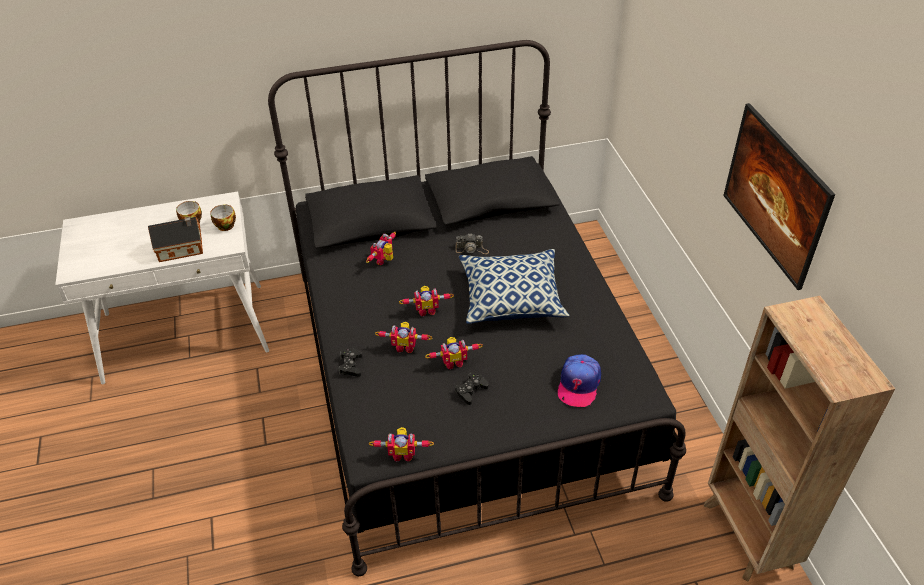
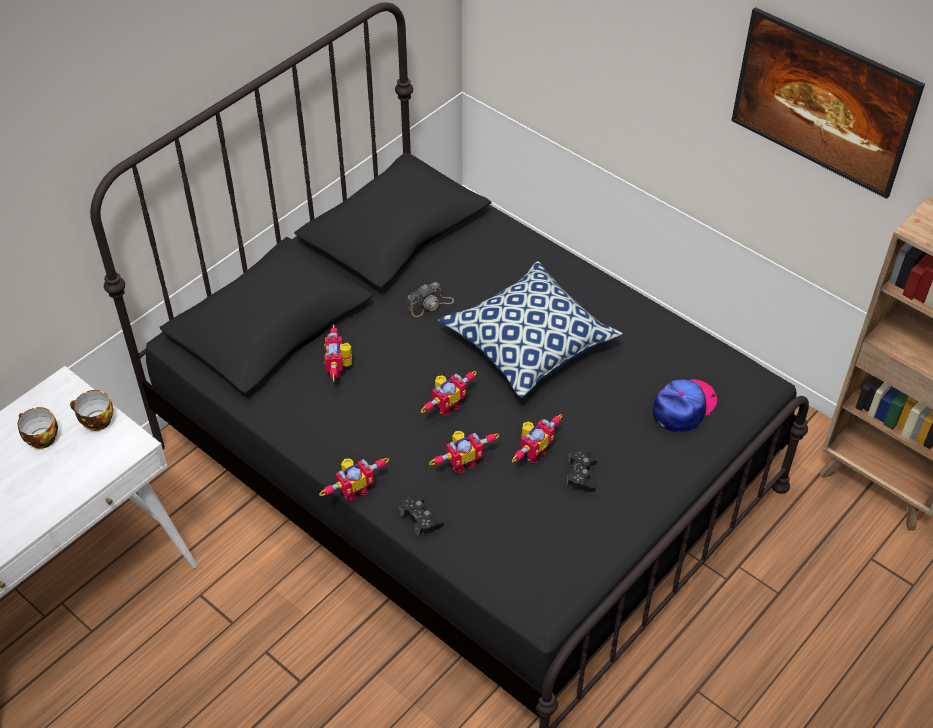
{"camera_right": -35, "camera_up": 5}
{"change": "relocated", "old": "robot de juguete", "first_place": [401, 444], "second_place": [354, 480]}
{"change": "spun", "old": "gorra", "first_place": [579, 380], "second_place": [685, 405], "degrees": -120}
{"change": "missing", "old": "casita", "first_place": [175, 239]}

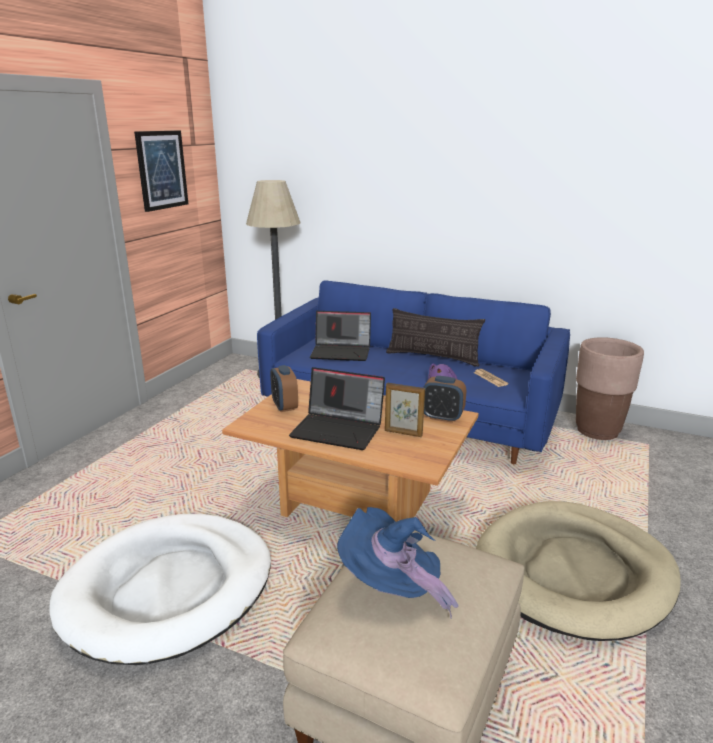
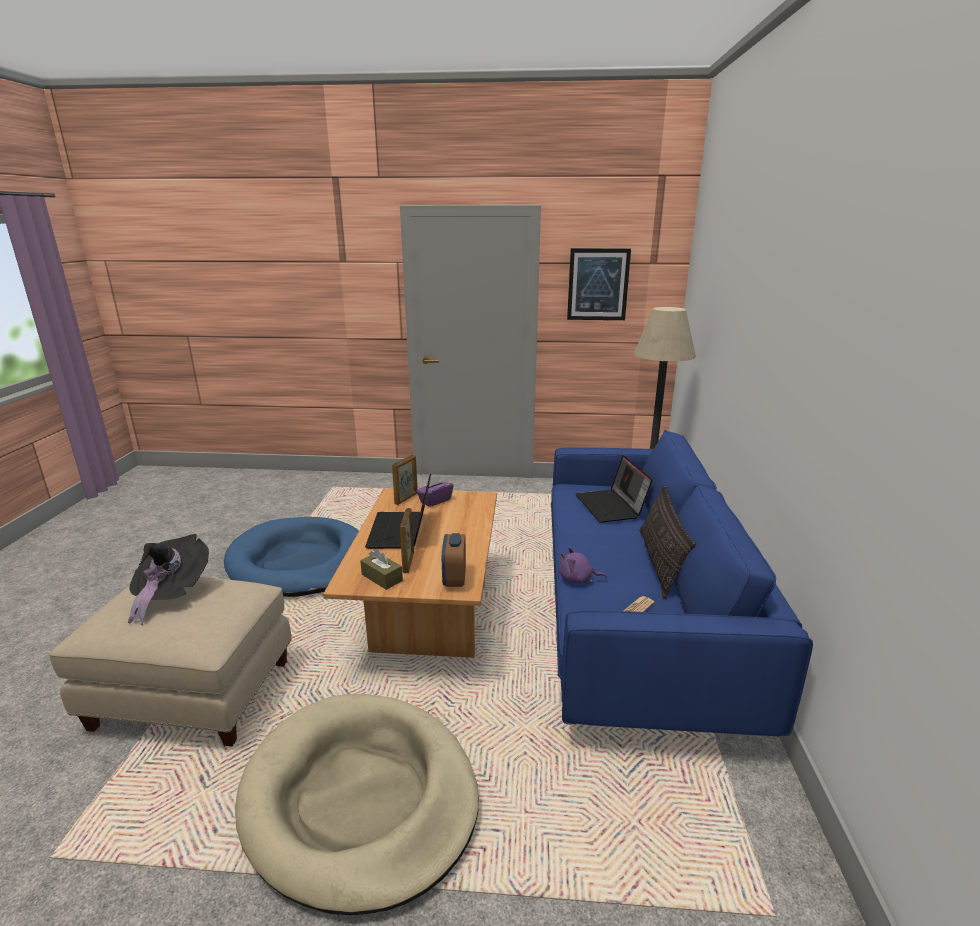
{"camera_right": 70, "camera_up": 0}
{"change": "colour", "old": "sombrero [azul]", "new": "sombrero [negro]", "first_place": [398, 563], "second_place": [168, 579]}
{"change": "colour", "old": "cama para perro [blanco]", "new": "cama para perro [azul]", "first_place": [160, 589], "second_place": [291, 557]}
{"change": "appeared", "new": "caja de pañuelos [marrón]", "second_place": [381, 569]}
{"change": "appeared", "new": "portarretratos", "second_place": [405, 479]}
{"change": "exchanged", "old": "despertador", "new": "caja de pañuelos [morado]", "first_place": [284, 388], "second_place": [435, 491]}
{"change": "missing", "old": "maceta [marrón]", "first_place": [610, 388]}

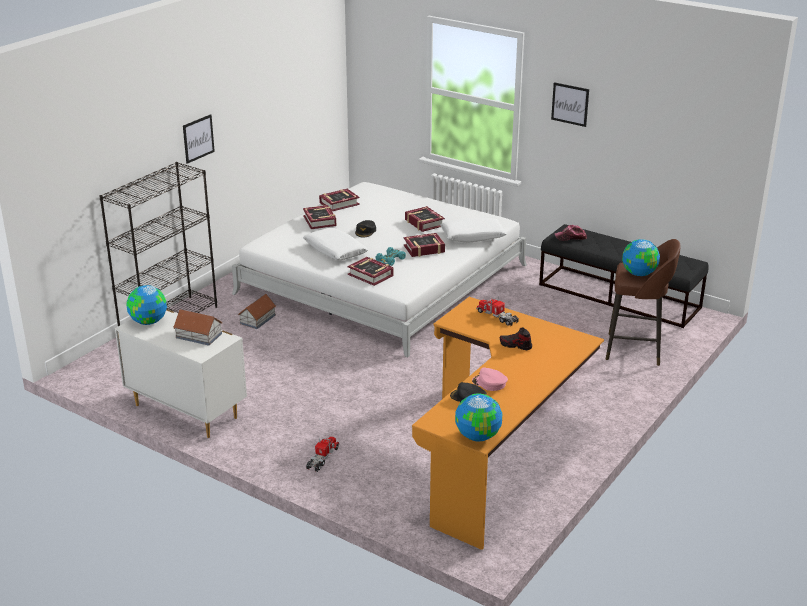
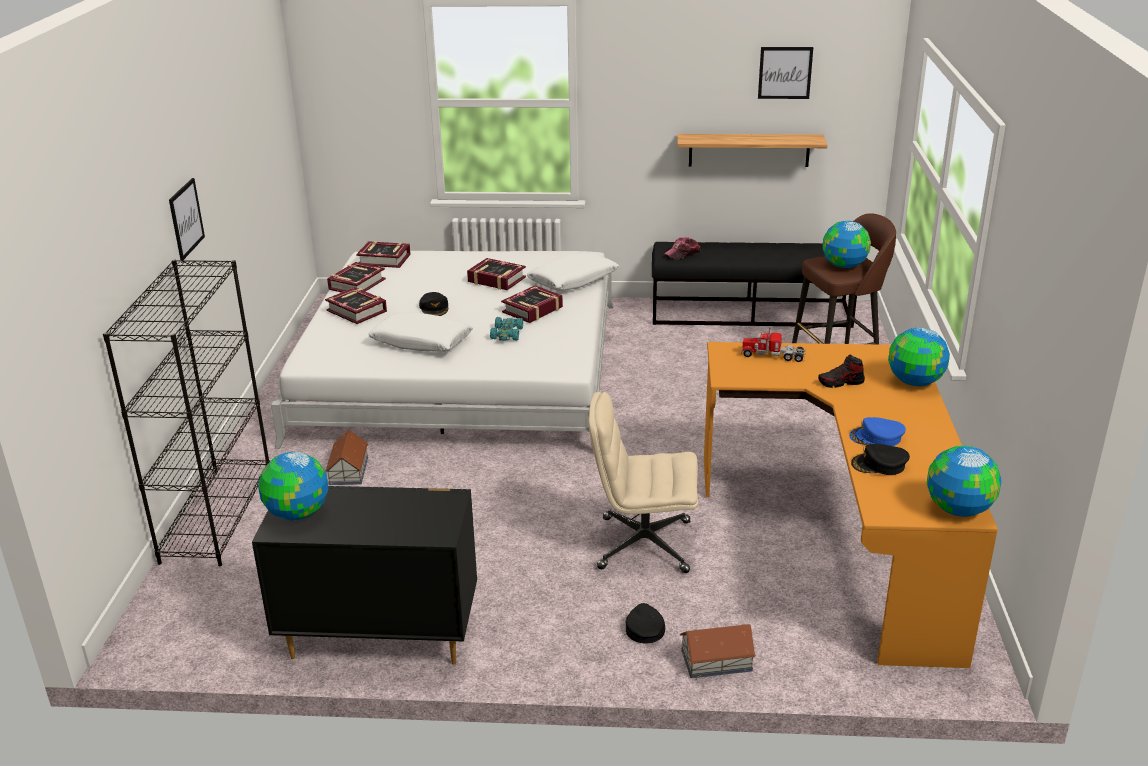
{"camera_right": -30, "camera_up": 0}
{"change": "colour", "old": "cómoda [blanco]", "new": "cómoda [negro]", "first_place": [181, 373], "second_place": [364, 575]}
{"change": "relocated", "old": "libro", "first_place": [370, 271], "second_place": [383, 254]}
{"change": "appeared", "new": "silla de oficina [beis]", "second_place": [643, 482]}
{"change": "exchanged", "old": "camión de juguete", "new": "gorra [negro]", "first_place": [322, 454], "second_place": [645, 623]}
{"change": "appeared", "new": "estante", "second_place": [752, 150]}
{"change": "relocated", "old": "casita", "first_place": [197, 327], "second_place": [718, 651]}
{"change": "relocated", "old": "cuadro", "first_place": [570, 104], "second_place": [785, 73]}
{"change": "colour", "old": "gorra [rosa]", "new": "gorra [azul]", "first_place": [490, 379], "second_place": [877, 431]}
{"change": "appeared", "new": "globo terráqueo", "second_place": [919, 357]}

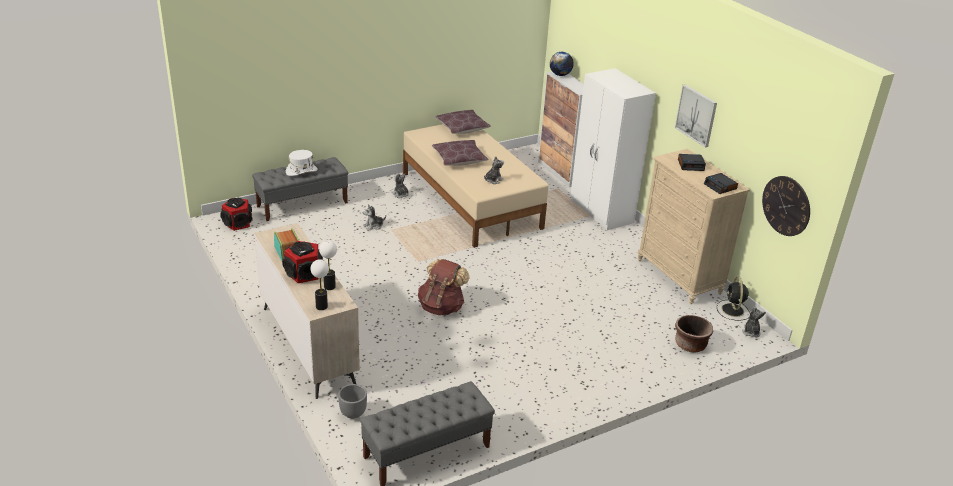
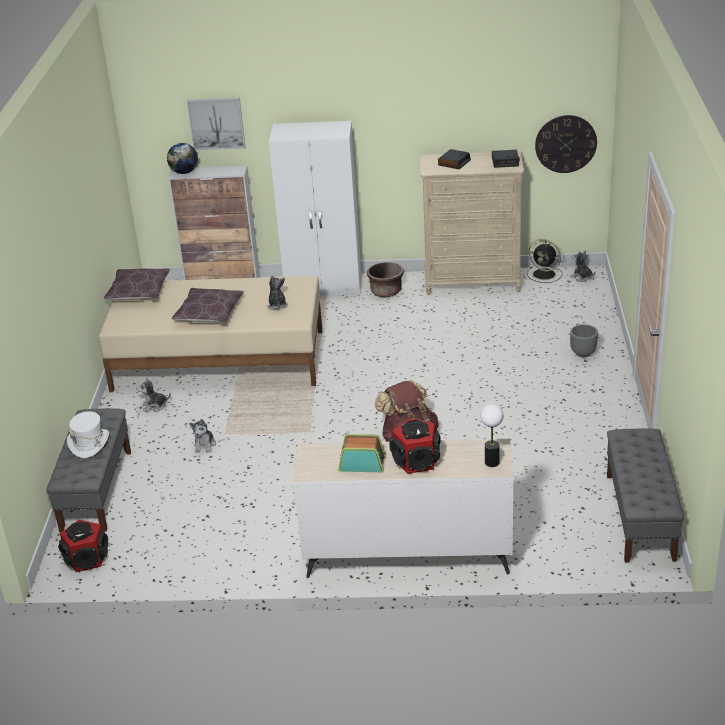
{"camera_right": -55, "camera_up": 0}
{"change": "relocated", "old": "cuadro", "first_place": [696, 116], "second_place": [216, 124]}
{"change": "relocated", "old": "maceta [marrón]", "first_place": [694, 334], "second_place": [385, 279]}
{"change": "relocated", "old": "maceta [gris]", "first_place": [352, 401], "second_place": [584, 340]}
{"change": "missing", "old": "lámpara de mesa", "first_place": [328, 265]}

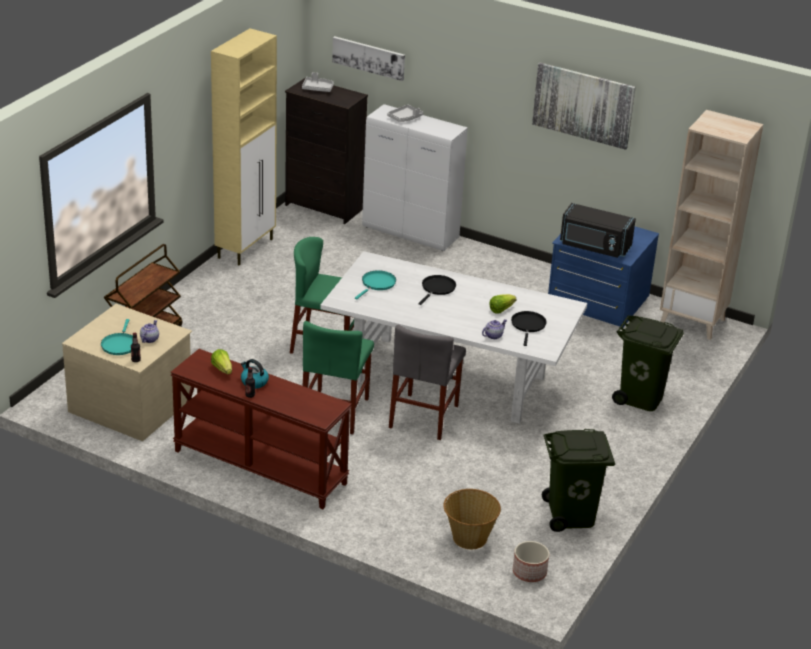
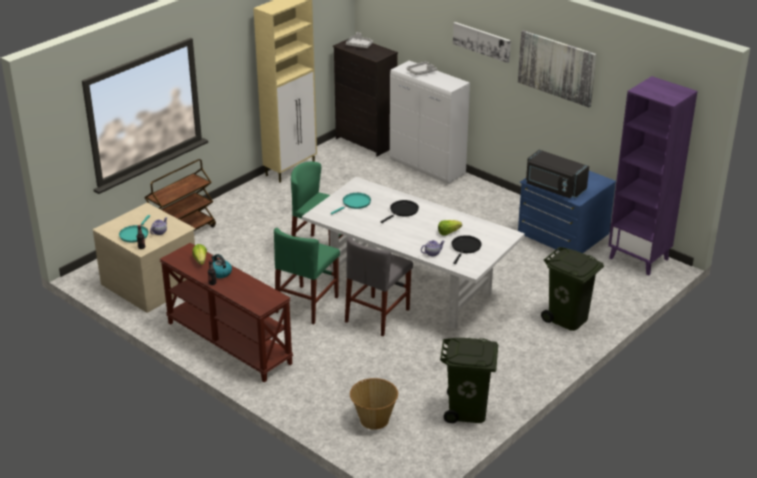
{"camera_right": 15, "camera_up": 0}
{"change": "relocated", "old": "cuadro", "first_place": [368, 58], "second_place": [482, 42]}
{"change": "colour", "old": "estantería [beis]", "new": "estantería [morado]", "first_place": [711, 225], "second_place": [653, 175]}
{"change": "missing", "old": "maceta", "first_place": [531, 561]}

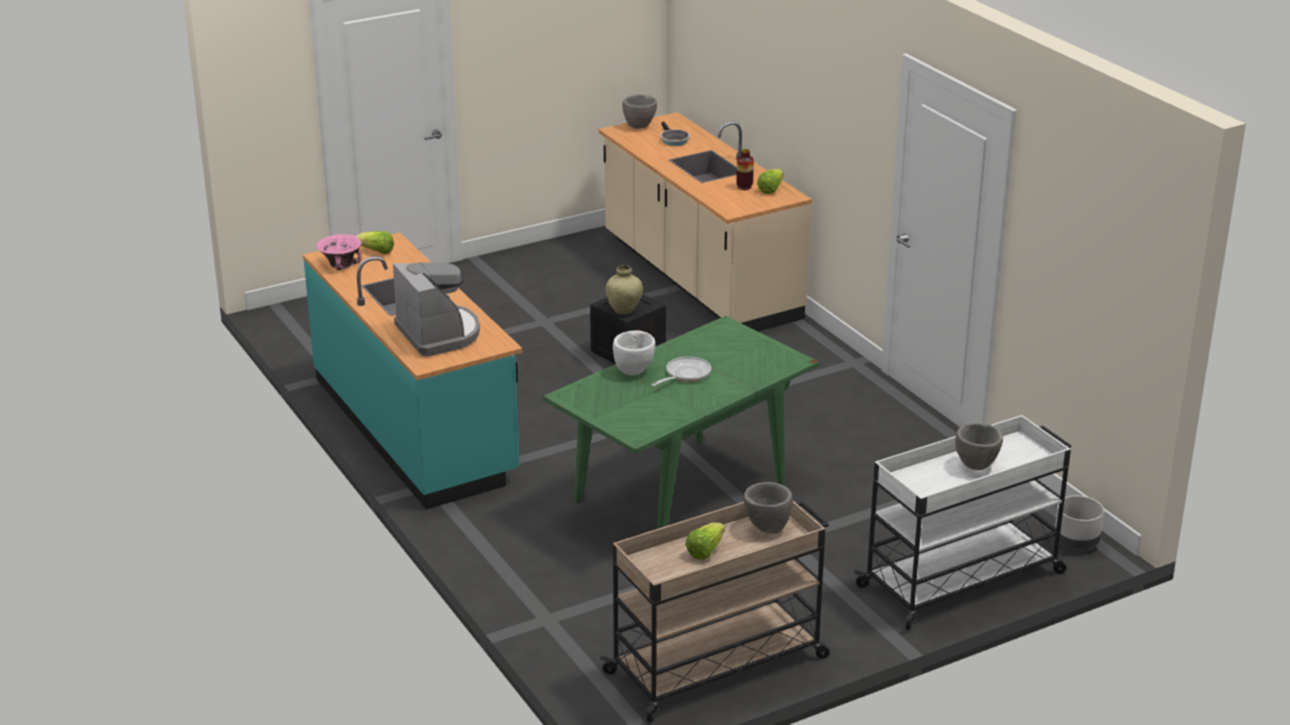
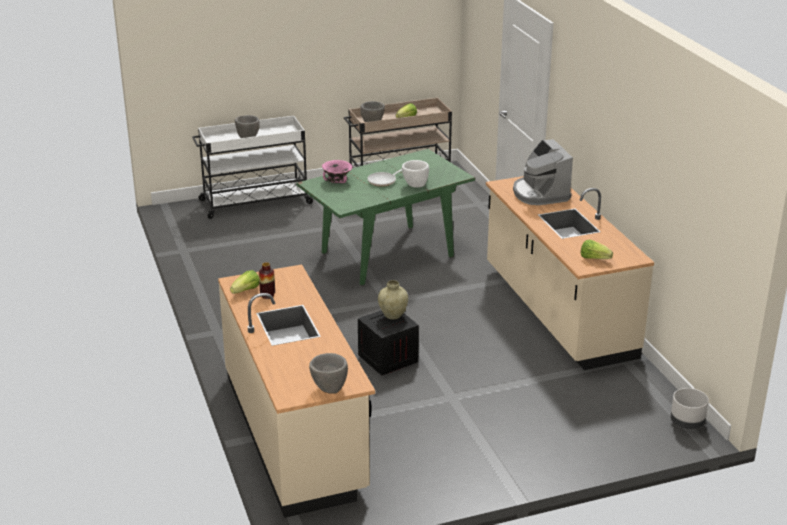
{"camera_right": -170, "camera_up": 0}
{"change": "relocated", "old": "cuenco [rosa]", "first_place": [339, 252], "second_place": [337, 171]}
{"change": "colour", "old": "mueble bajo de cocina [turquesa]", "new": "mueble bajo de cocina [beis]", "first_place": [413, 370], "second_place": [570, 273]}
{"change": "relocated", "old": "maceta [gris]", "first_place": [1079, 522], "second_place": [689, 408]}
{"change": "missing", "old": "sartén", "first_place": [675, 134]}

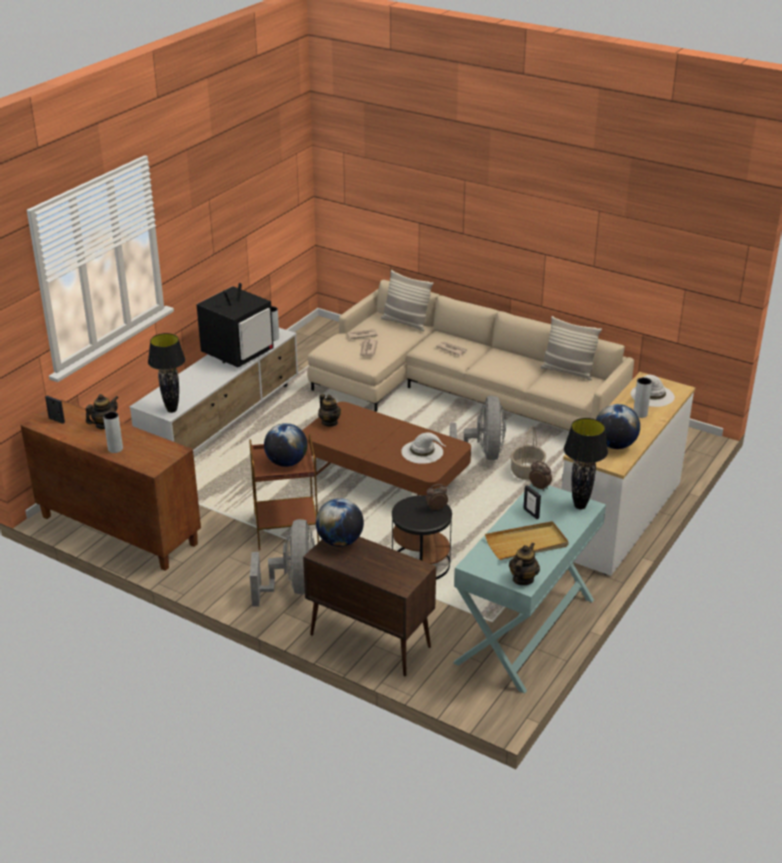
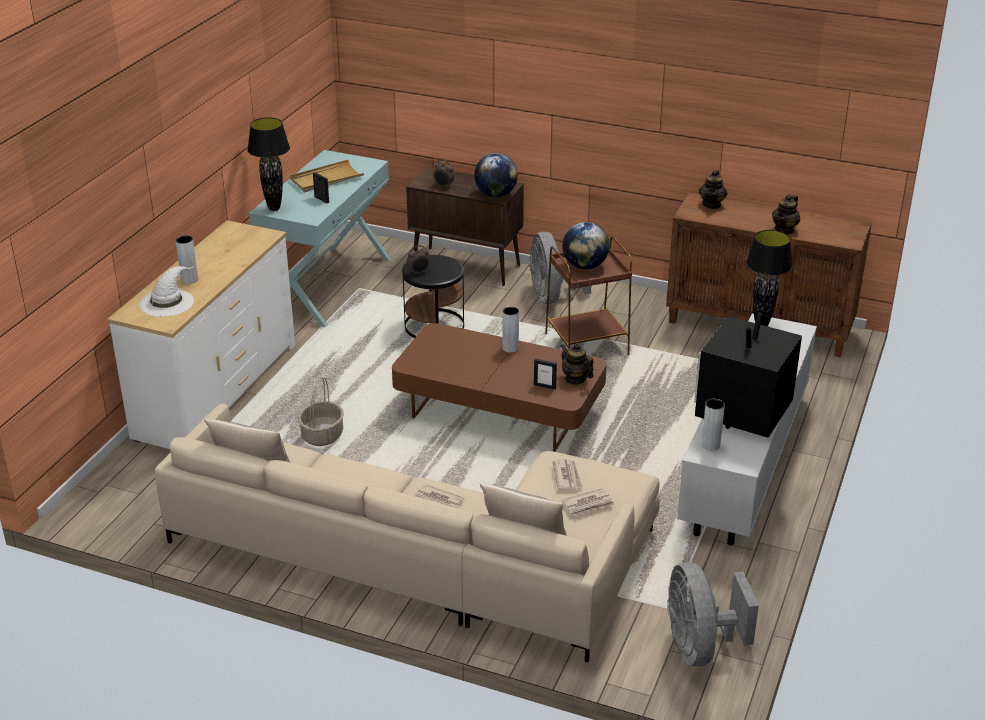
{"camera_right": 170, "camera_up": 0}
{"change": "relocated", "old": "despertador", "first_place": [540, 476], "second_place": [443, 174]}
{"change": "relocated", "old": "florero [gris]", "first_place": [113, 432], "second_place": [510, 330]}
{"change": "relocated", "old": "portarretratos", "first_place": [55, 410], "second_place": [545, 374]}
{"change": "relocated", "old": "ventilador [gris]", "first_place": [478, 428], "second_place": [713, 614]}
{"change": "relocated", "old": "tetera", "first_place": [524, 564], "second_place": [713, 189]}
{"change": "missing", "old": "sombrero [blanco]", "first_place": [423, 448]}
{"change": "missing", "old": "globo terráqueo", "first_place": [618, 426]}

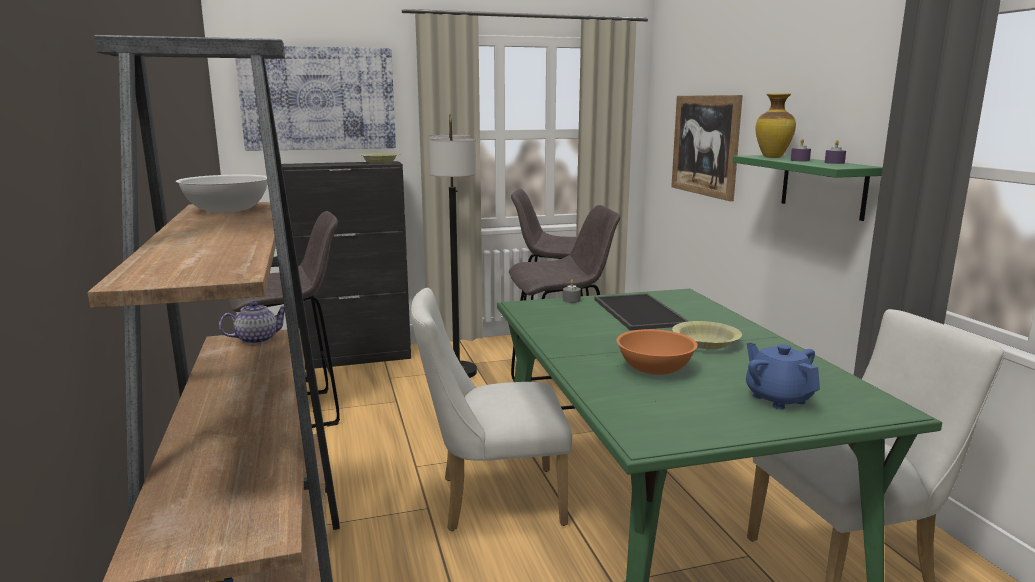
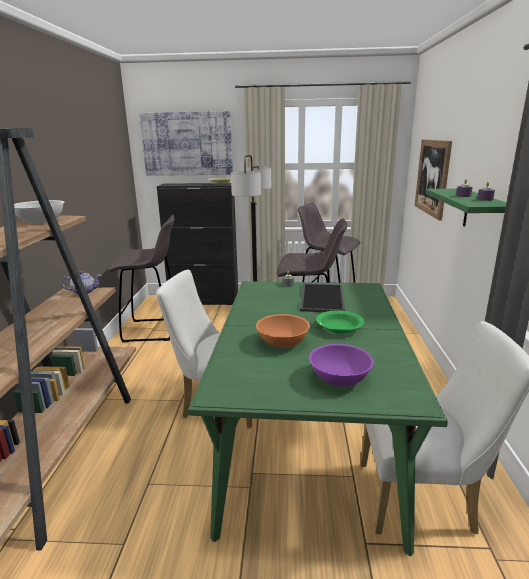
{"camera_right": 20, "camera_up": 5}
{"change": "exchanged", "old": "tetera [azul]", "new": "cuenco [morado]", "first_place": [783, 375], "second_place": [341, 365]}
{"change": "colour", "old": "cuenco [amarillo]", "new": "cuenco [verde]", "first_place": [707, 335], "second_place": [340, 322]}
{"change": "missing", "old": "florero", "first_place": [775, 126]}

